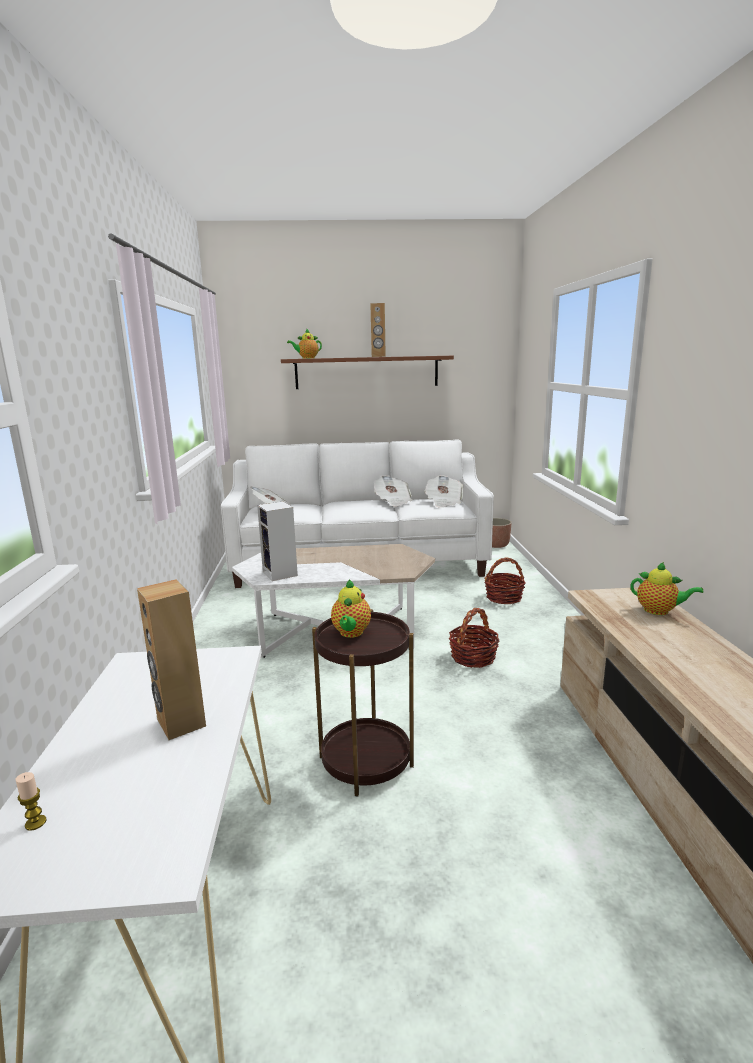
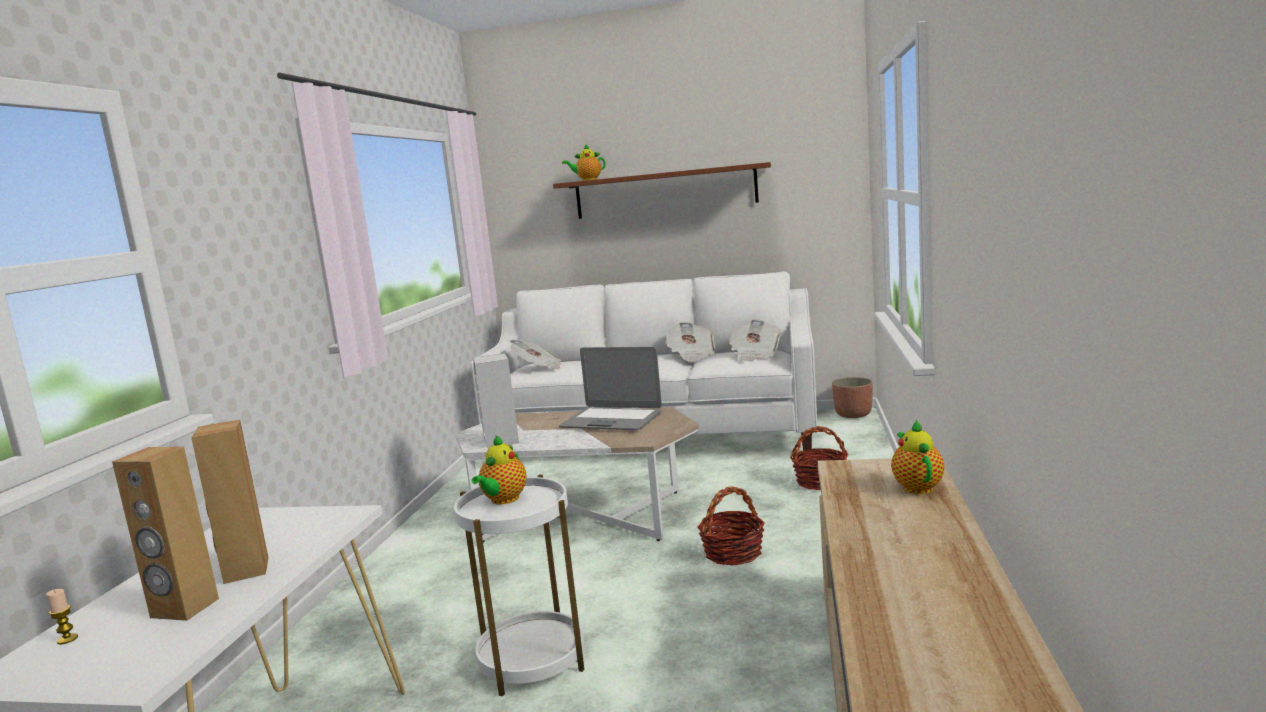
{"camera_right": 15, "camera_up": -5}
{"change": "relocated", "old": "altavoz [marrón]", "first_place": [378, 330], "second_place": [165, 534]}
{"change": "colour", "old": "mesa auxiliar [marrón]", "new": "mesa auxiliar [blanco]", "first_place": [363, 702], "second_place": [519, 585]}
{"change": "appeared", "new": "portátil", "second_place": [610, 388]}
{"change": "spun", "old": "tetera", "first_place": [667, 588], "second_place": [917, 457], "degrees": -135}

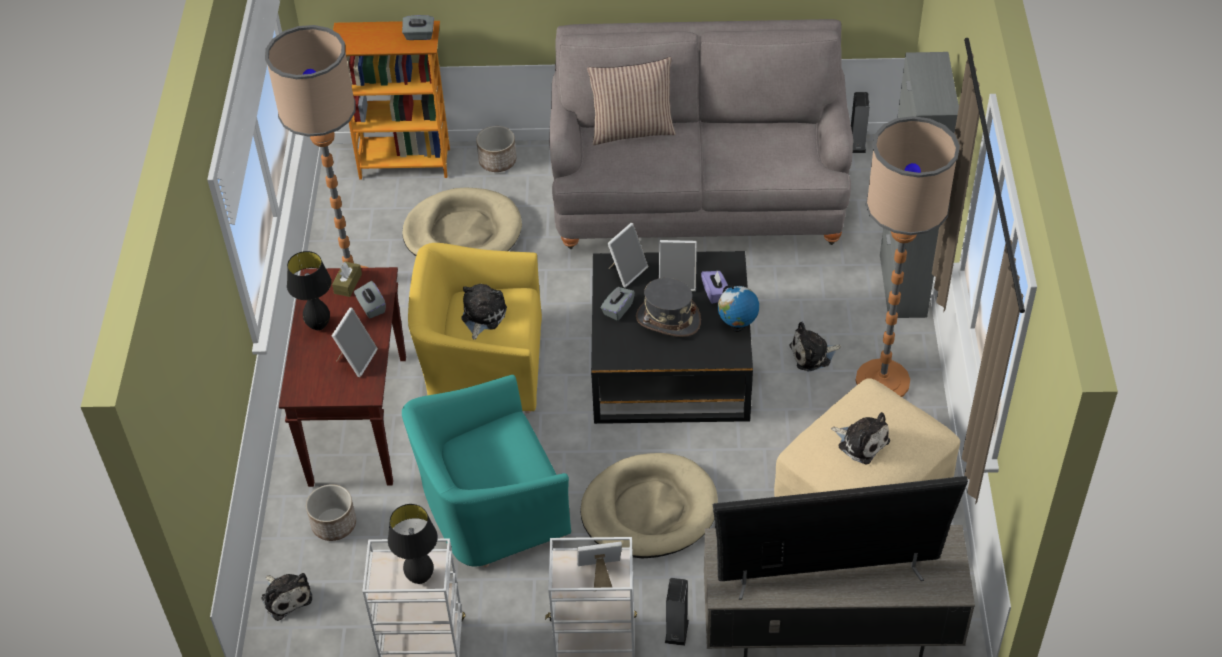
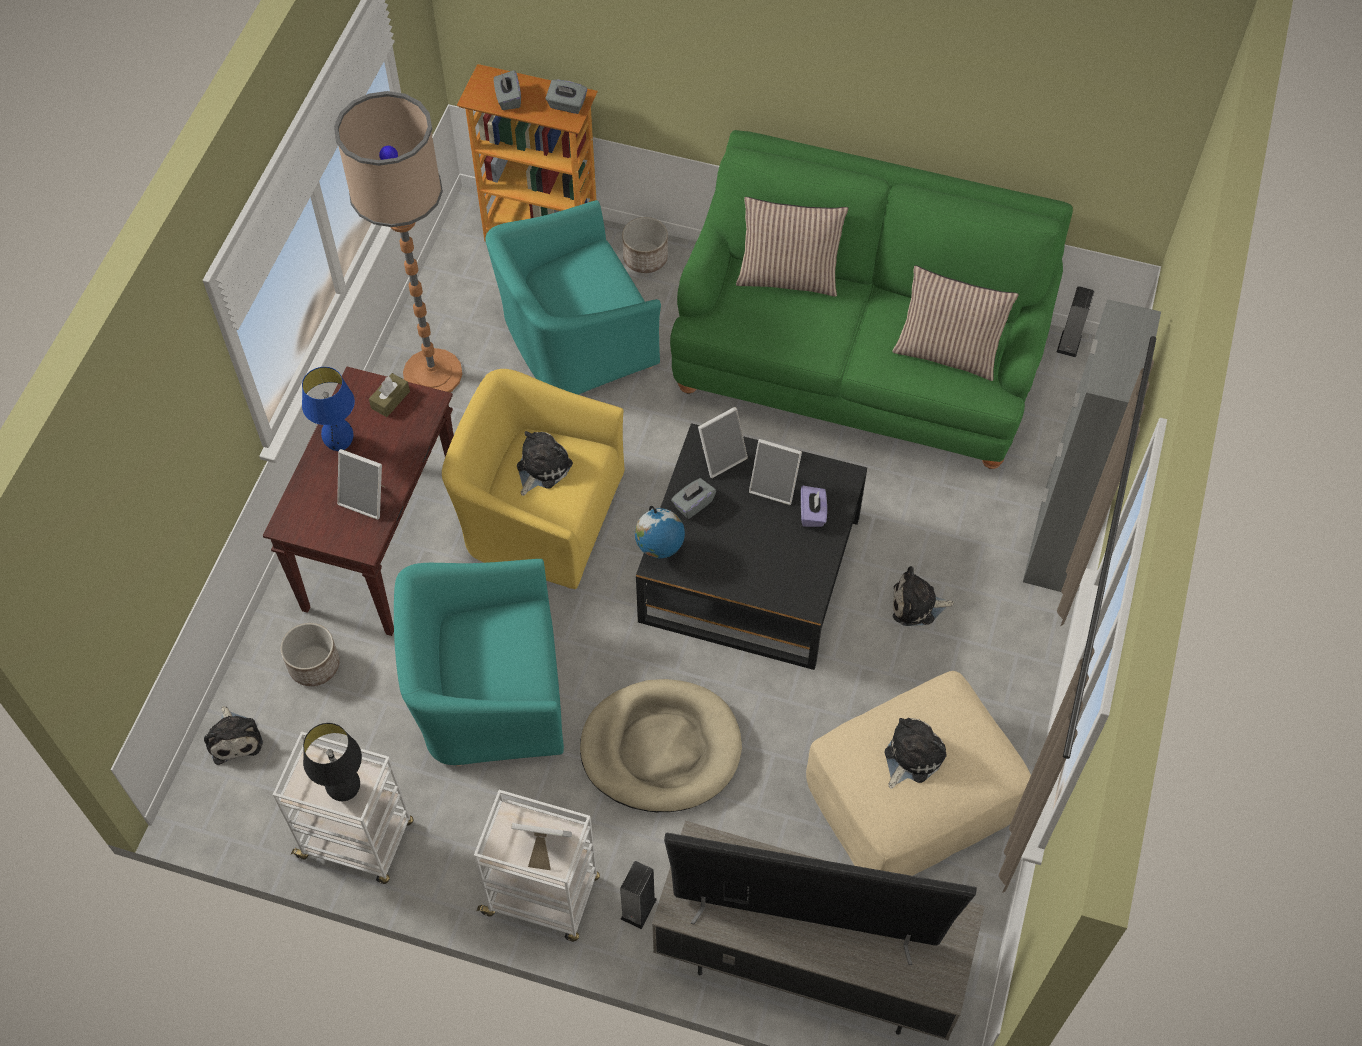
{"camera_right": 15, "camera_up": 10}
{"change": "colour", "old": "lámpara de mesa [negro]", "new": "lámpara de mesa [azul]", "first_place": [309, 290], "second_place": [328, 409]}
{"change": "spun", "old": "portarretratos", "first_place": [355, 342], "second_place": [361, 484], "degrees": 75}
{"change": "exchanged", "old": "cama para perro [beis]", "new": "sillón [turquesa]", "first_place": [462, 221], "second_place": [573, 297]}
{"change": "relocated", "old": "caja de pañuelos [gris]", "first_place": [370, 299], "second_place": [507, 90]}
{"change": "relocated", "old": "globo terráqueo", "first_place": [738, 308], "second_place": [660, 532]}
{"change": "colour", "old": "sofá [gris]", "new": "sofá [verde]", "first_place": [701, 134], "second_place": [871, 299]}
{"change": "spun", "old": "peluche", "first_place": [860, 438], "second_place": [915, 753], "degrees": -105}
{"change": "appeared", "new": "cojín", "second_place": [955, 323]}
{"change": "missing", "old": "sombrero [gris]", "first_place": [668, 307]}
{"change": "missing", "old": "lámpara de pie", "first_place": [907, 256]}

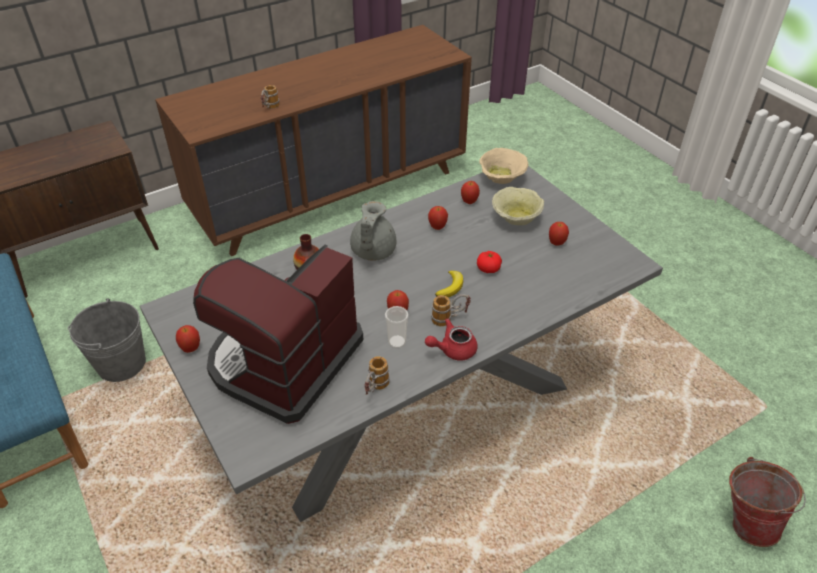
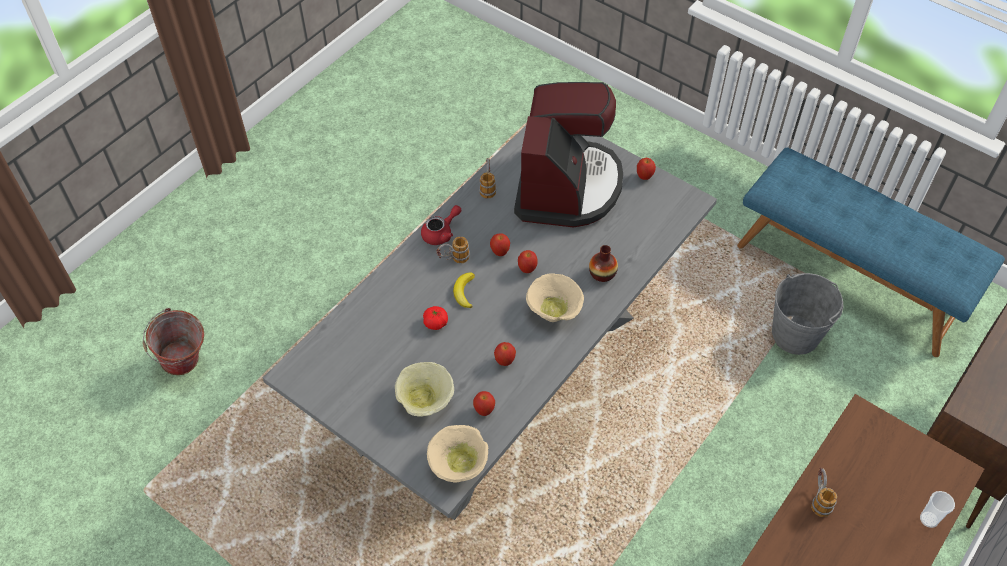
{"camera_right": 160, "camera_up": 10}
{"change": "relocated", "old": "manzana", "first_place": [559, 234], "second_place": [528, 261]}
{"change": "exchanged", "old": "tetera [gris]", "new": "cuenco [beis]", "first_place": [373, 231], "second_place": [555, 297]}
{"change": "relocated", "old": "taza", "first_place": [397, 327], "second_place": [937, 509]}

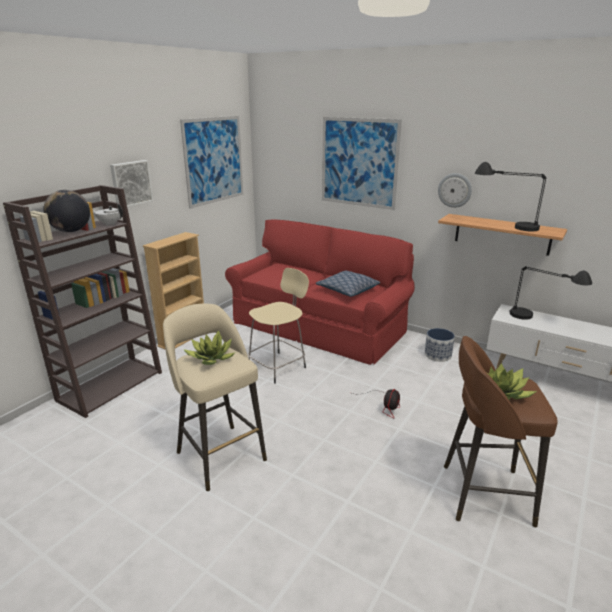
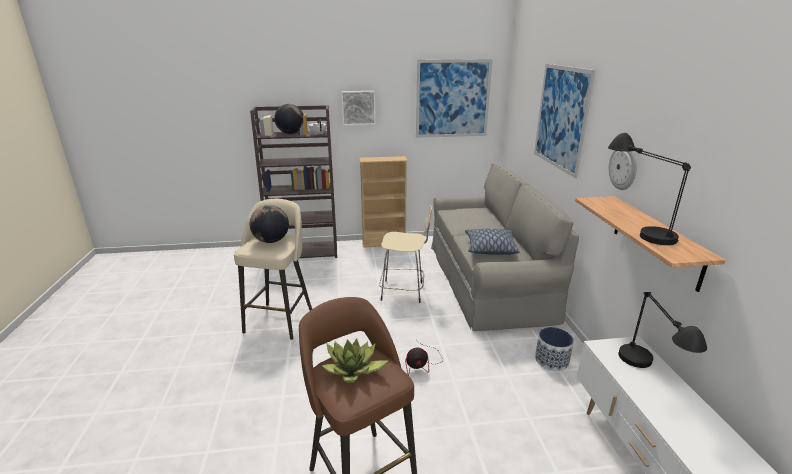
{"camera_right": 50, "camera_up": 0}
{"change": "exchanged", "old": "planta en maceta", "new": "globo terráqueo", "first_place": [209, 347], "second_place": [269, 224]}
{"change": "colour", "old": "sofá [rojo]", "new": "sofá [gris]", "first_place": [320, 292], "second_place": [505, 247]}

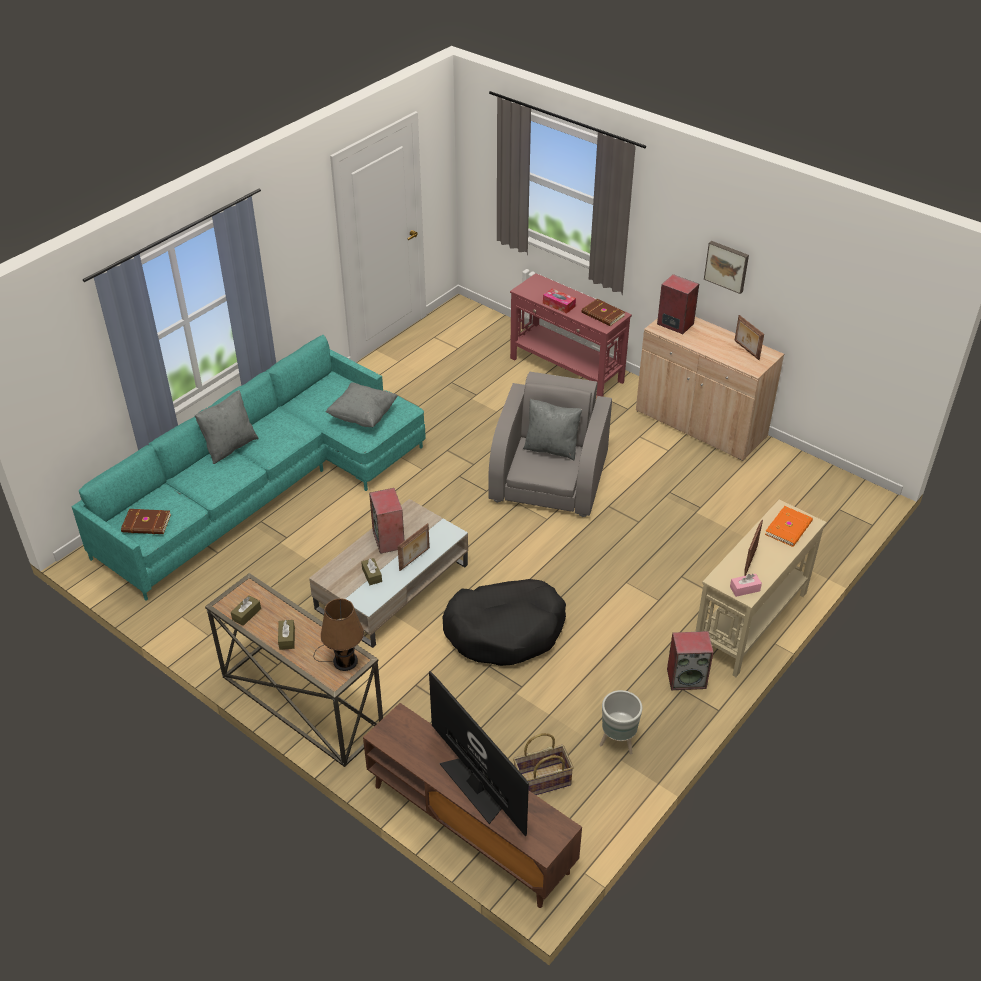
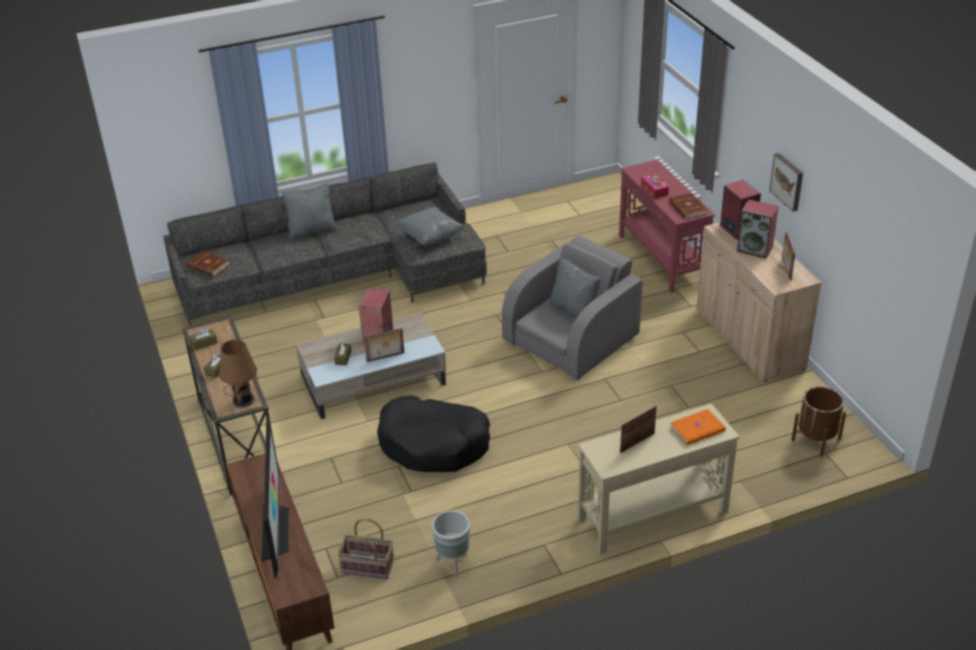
{"camera_right": 30, "camera_up": -5}
{"change": "colour", "old": "sofá [turquesa]", "new": "sofá [gris]", "first_place": [249, 467], "second_place": [325, 244]}
{"change": "relocated", "old": "altavoz", "first_place": [690, 660], "second_place": [757, 229]}
{"change": "appeared", "new": "maceta [marrón]", "second_place": [819, 421]}
{"change": "missing", "old": "caja de pañuelos [rosa]", "first_place": [746, 585]}

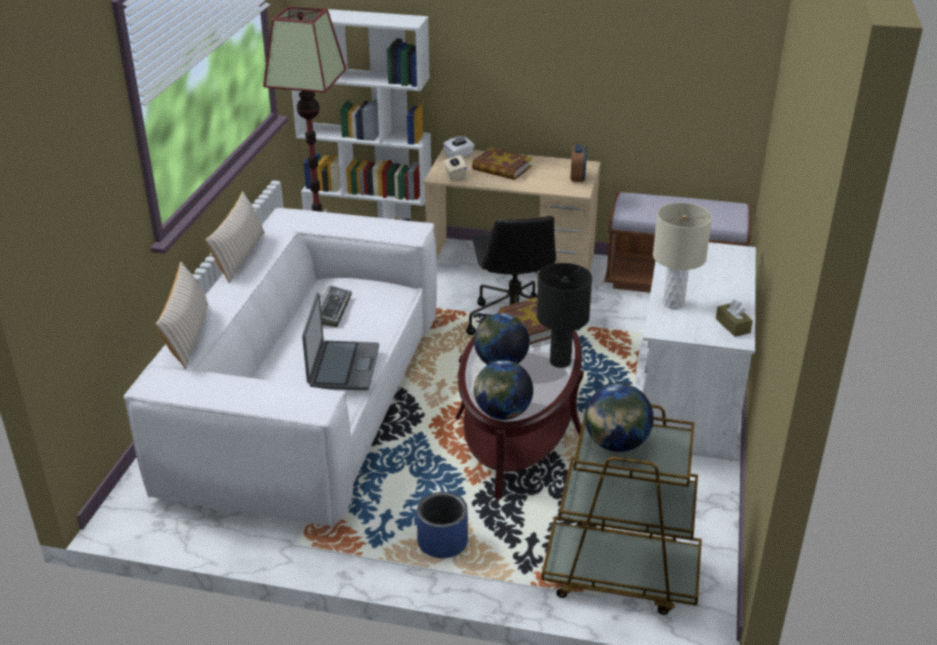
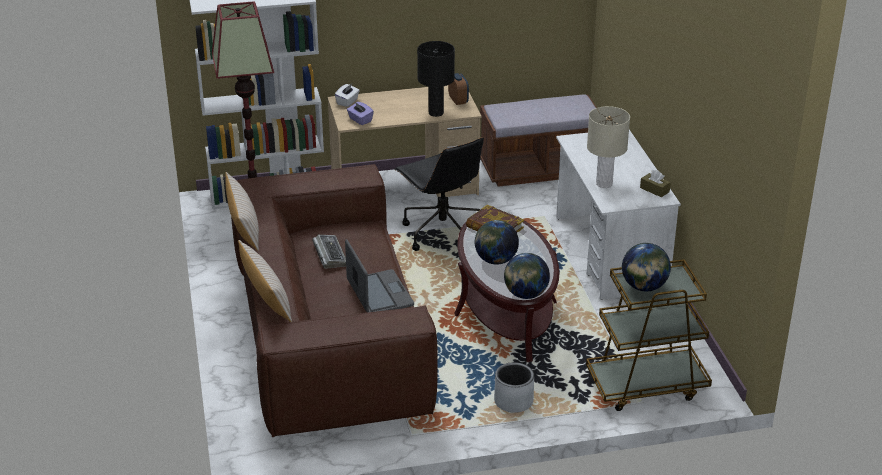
{"camera_right": -25, "camera_up": 0}
{"change": "colour", "old": "sofá [blanco]", "new": "sofá [marrón]", "first_place": [280, 368], "second_place": [334, 300]}
{"change": "colour", "old": "caja de pañuelos [beis]", "new": "caja de pañuelos [morado]", "first_place": [455, 168], "second_place": [360, 113]}
{"change": "relocated", "old": "lámpara de mesa [negro]", "first_place": [564, 315], "second_place": [436, 79]}
{"change": "colour", "old": "maceta [azul]", "new": "maceta [gris]", "first_place": [442, 525], "second_place": [514, 387]}
{"change": "missing", "old": "libro", "first_place": [502, 163]}

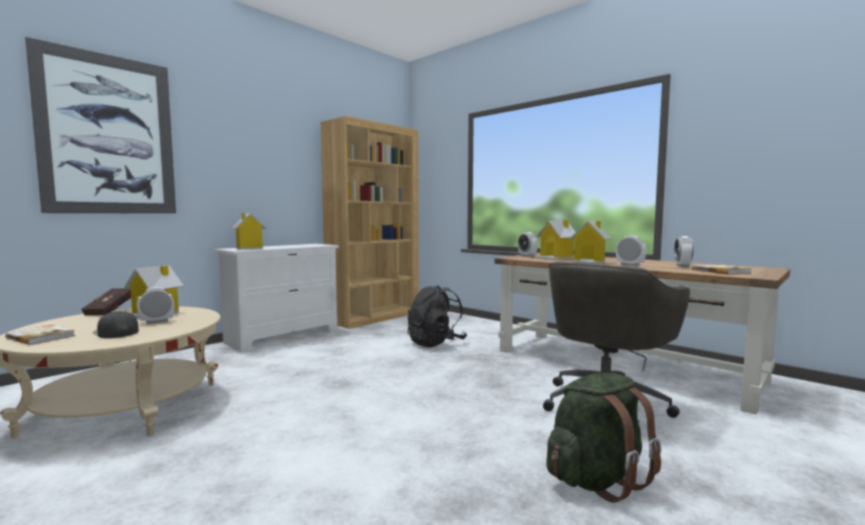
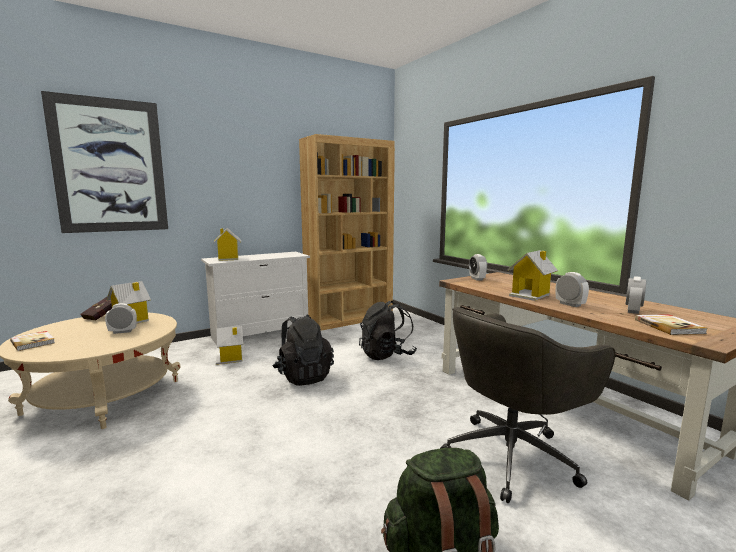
{"camera_right": 15, "camera_up": 5}
{"change": "relocated", "old": "casita", "first_place": [556, 240], "second_place": [229, 345]}
{"change": "appeared", "new": "mochila [negro]", "second_place": [303, 350]}
{"change": "missing", "old": "gorra [negro]", "first_place": [116, 324]}

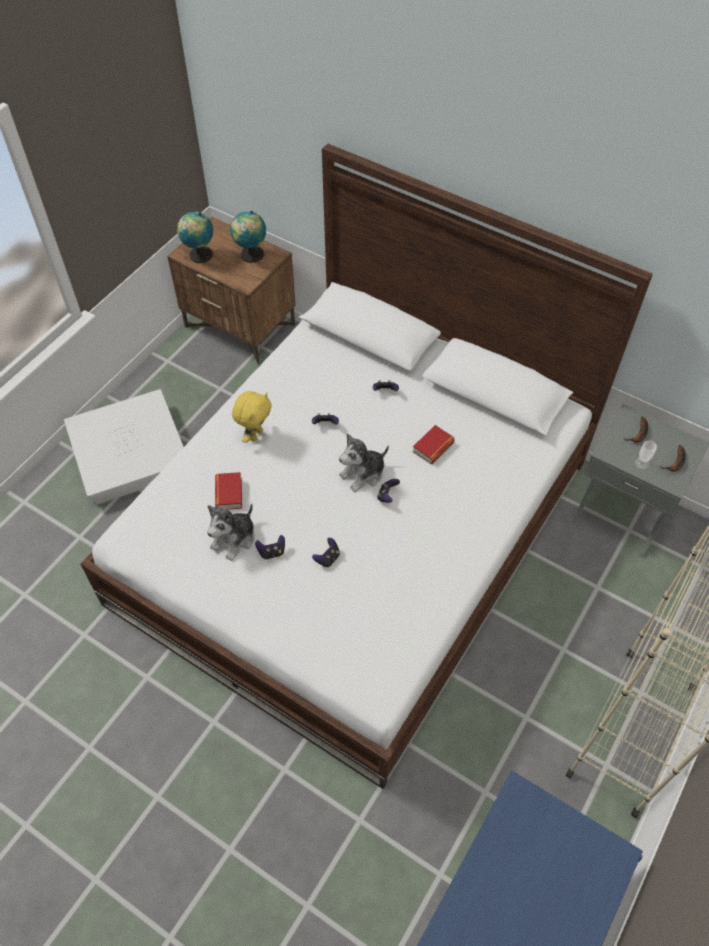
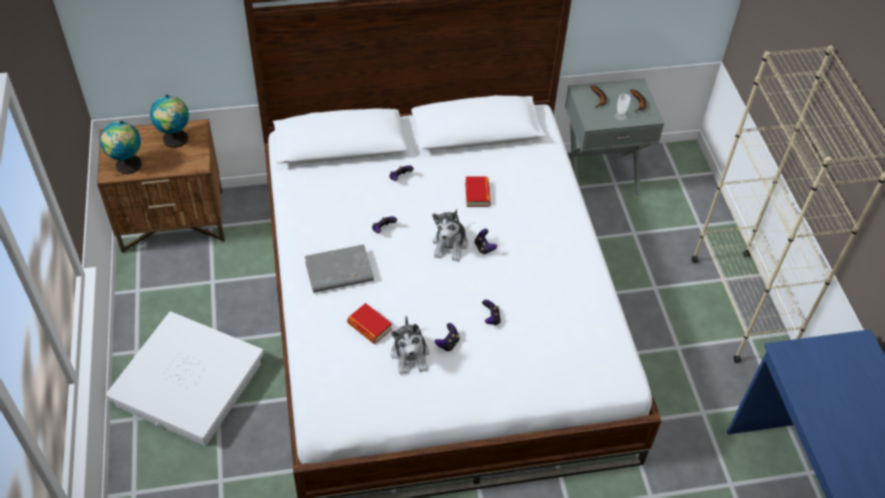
{"camera_right": -45, "camera_up": -5}
{"change": "exchanged", "old": "peluche [amarillo]", "new": "libro [gris]", "first_place": [252, 417], "second_place": [339, 268]}

